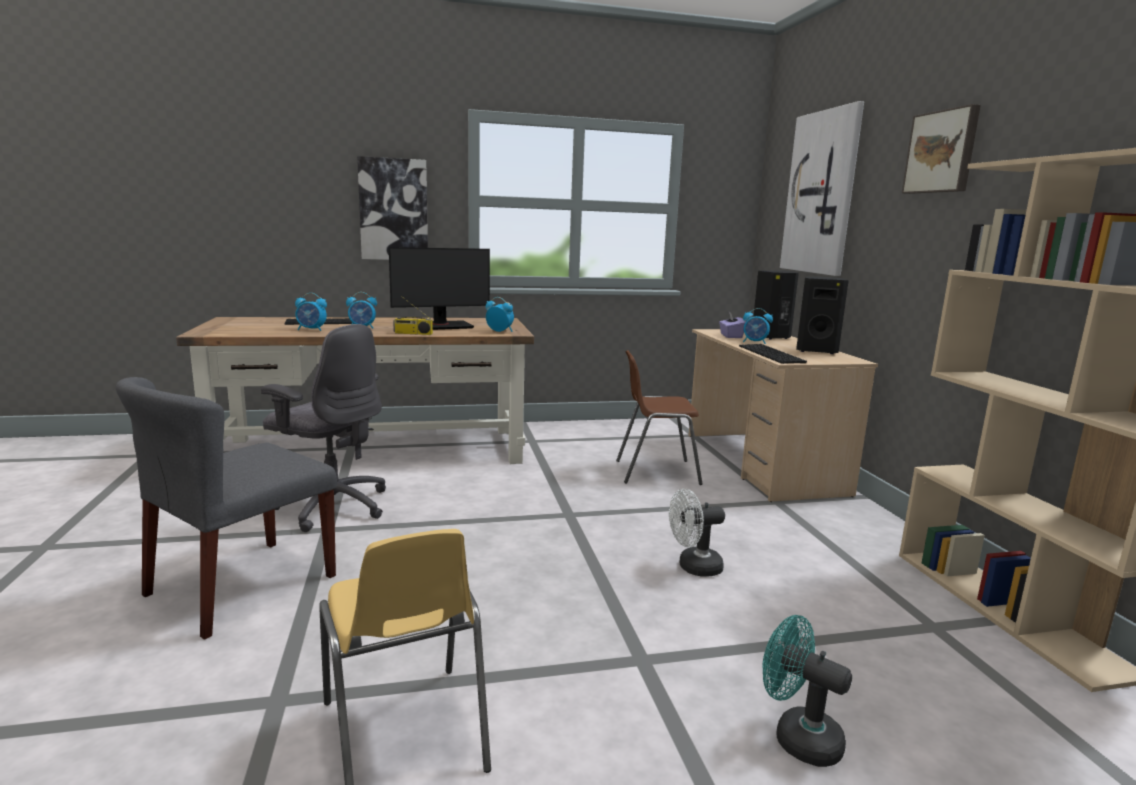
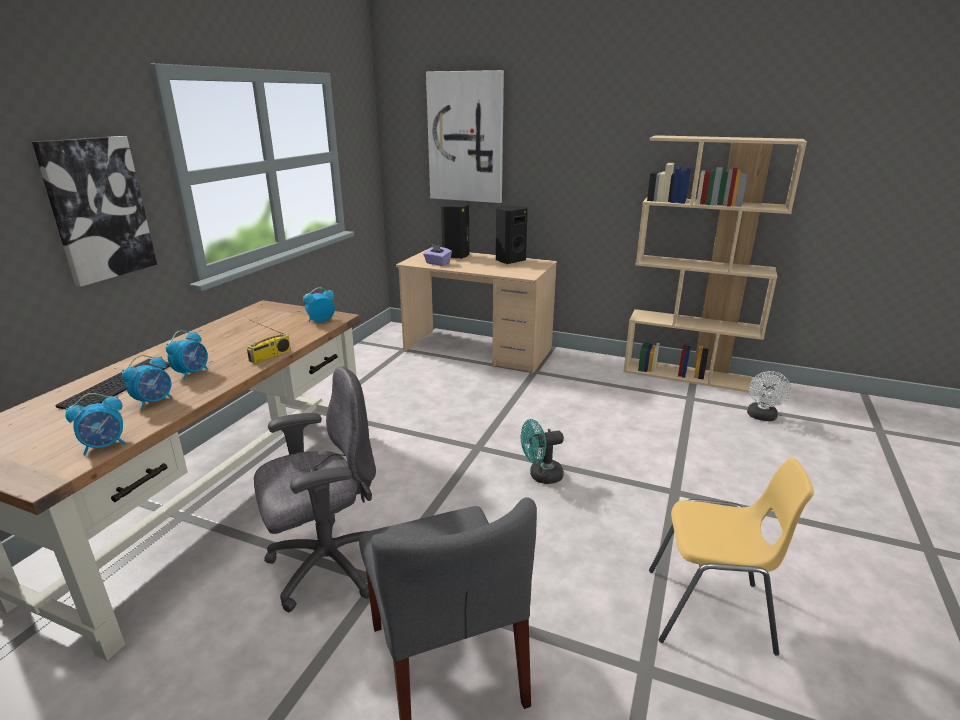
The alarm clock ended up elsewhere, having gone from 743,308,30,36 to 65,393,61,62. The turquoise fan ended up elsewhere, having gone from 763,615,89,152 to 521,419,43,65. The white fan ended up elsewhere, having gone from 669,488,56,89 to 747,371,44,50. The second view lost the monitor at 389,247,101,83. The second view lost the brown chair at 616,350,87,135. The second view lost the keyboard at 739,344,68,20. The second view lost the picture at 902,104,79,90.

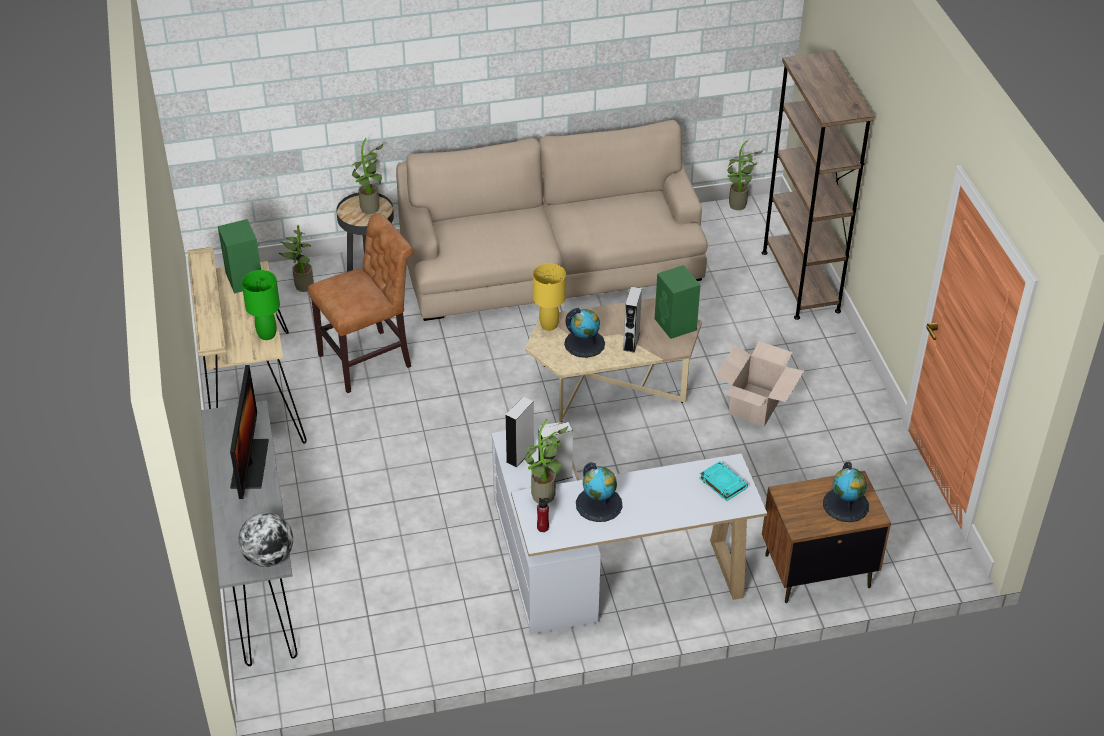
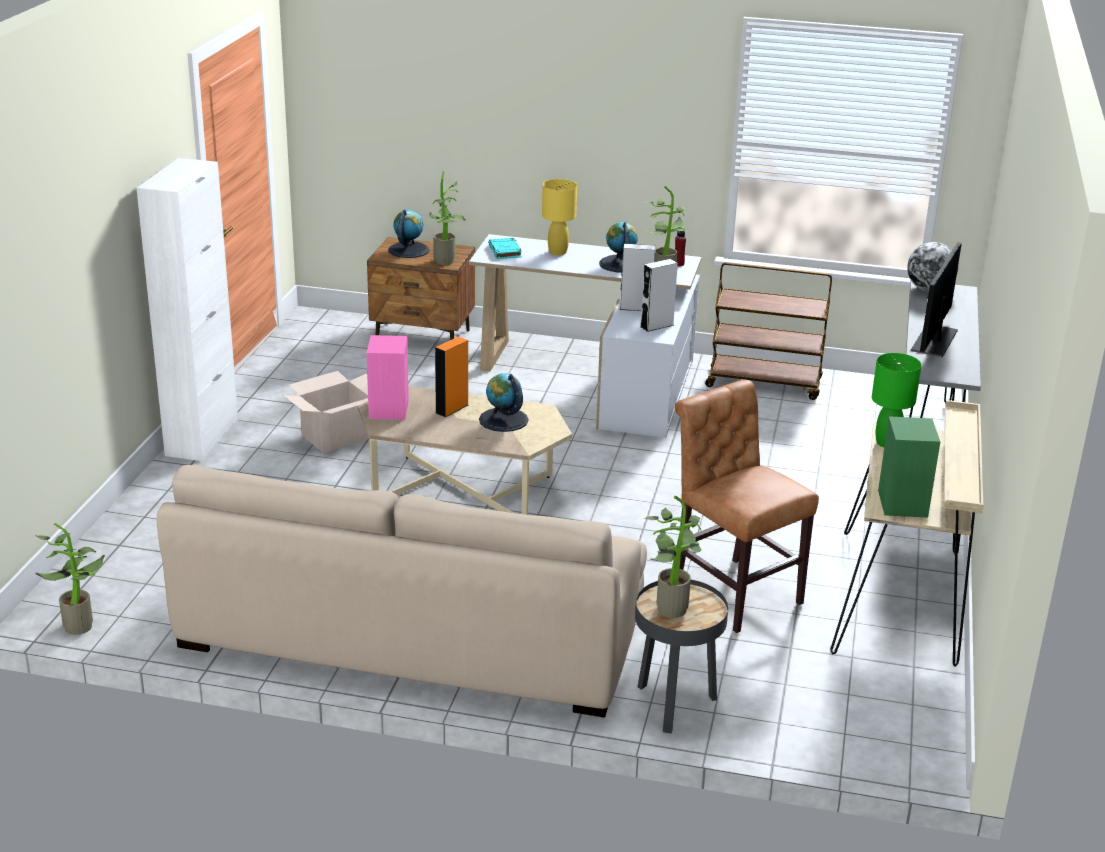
The second view gained the white cabinet at 136,158,102,303. What was the green speaker at 655,265,46,74 turned into the pink speaker at 367,335,42,85. The potted plant ended up elsewhere, having gone from 279,224,35,68 to 429,171,36,94. What was the grey speaker at 623,287,19,65 turned into the orange speaker at 435,337,33,80. The yellow table lamp ended up elsewhere, having gone from 533,263,33,68 to 542,179,35,77. The brown chair at 308,213,105,180 ended up facing another way, 60 degrees clockwise from before. The second view gained the brown cart at 705,262,127,138. The second view lost the brown bookcase at 762,51,112,269.

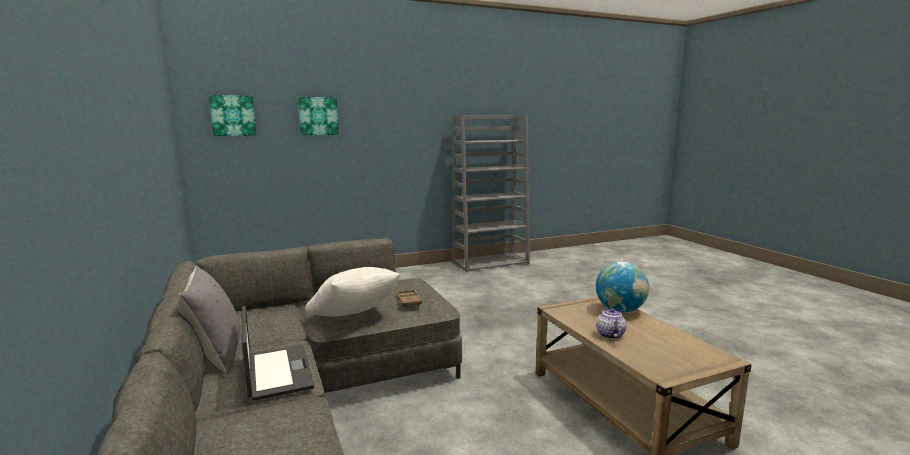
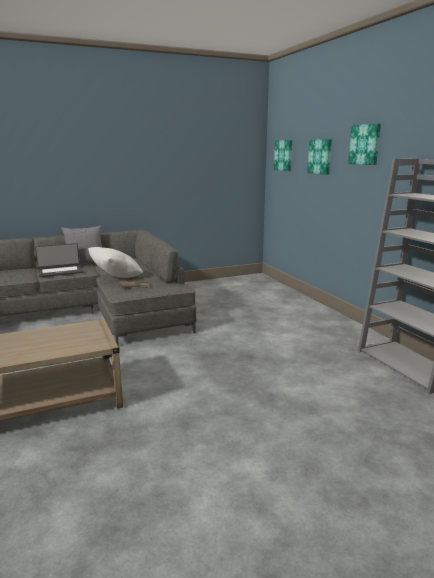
The second view gained the picture at 348,124,33,41. The second view lost the globe at 596,262,53,51. The second view lost the teapot at 596,307,30,32.

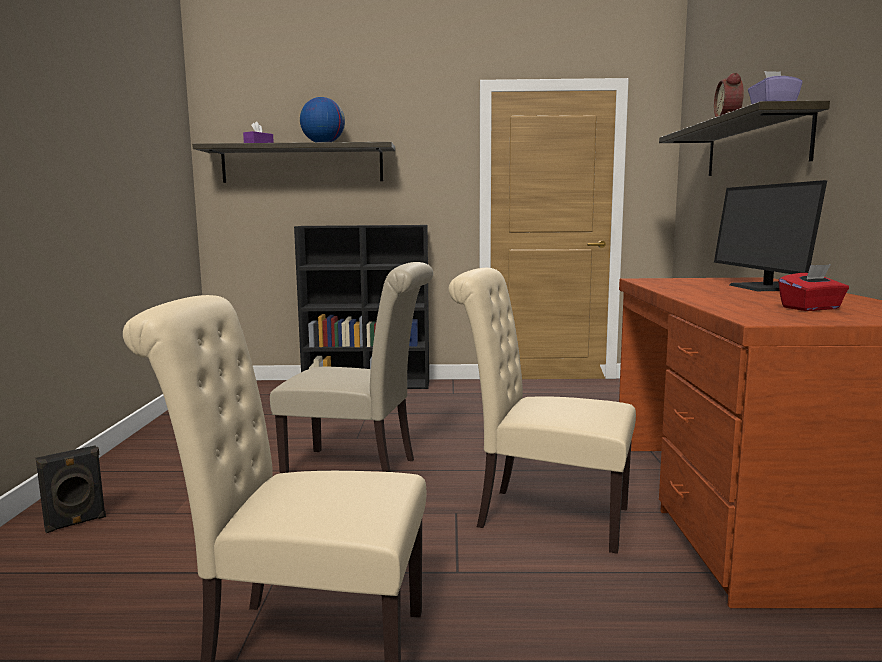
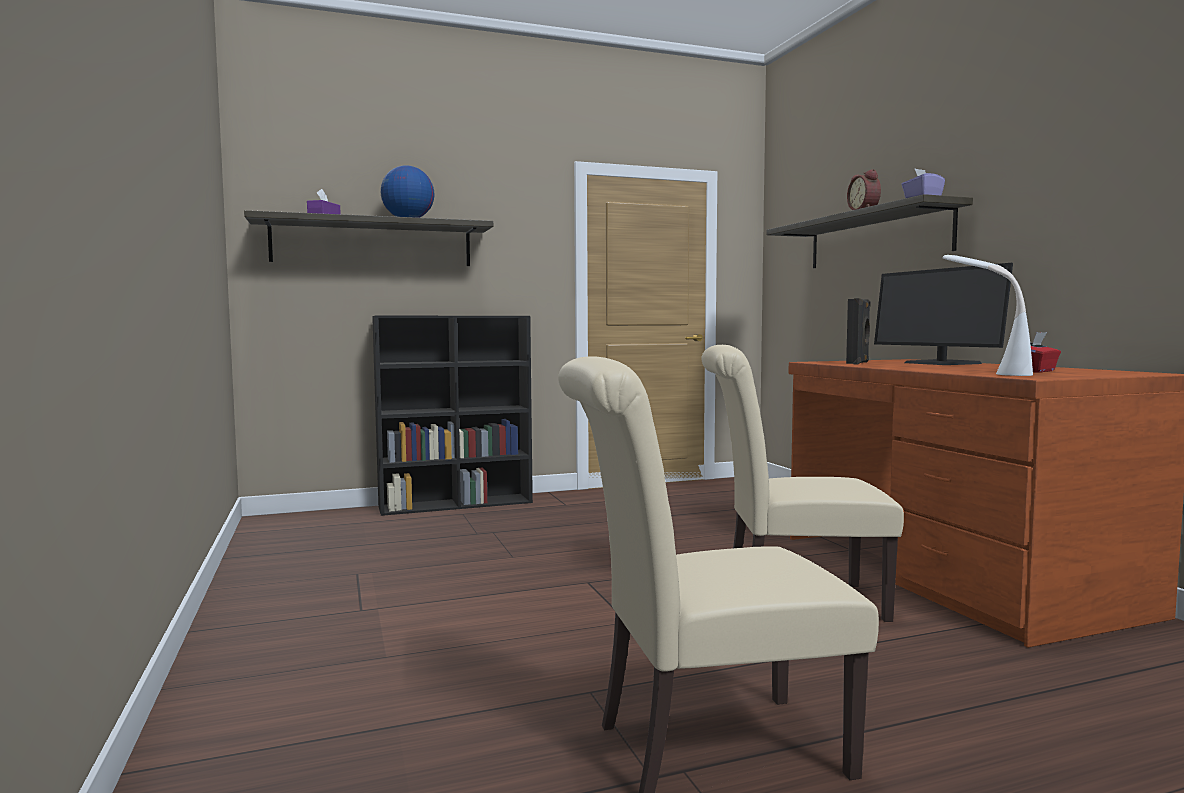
The black speaker ended up elsewhere, having gone from 36,446,70,87 to 846,298,25,66. The second view gained the white table lamp at 942,255,91,121. The second view lost the beige chair at 270,262,163,211.

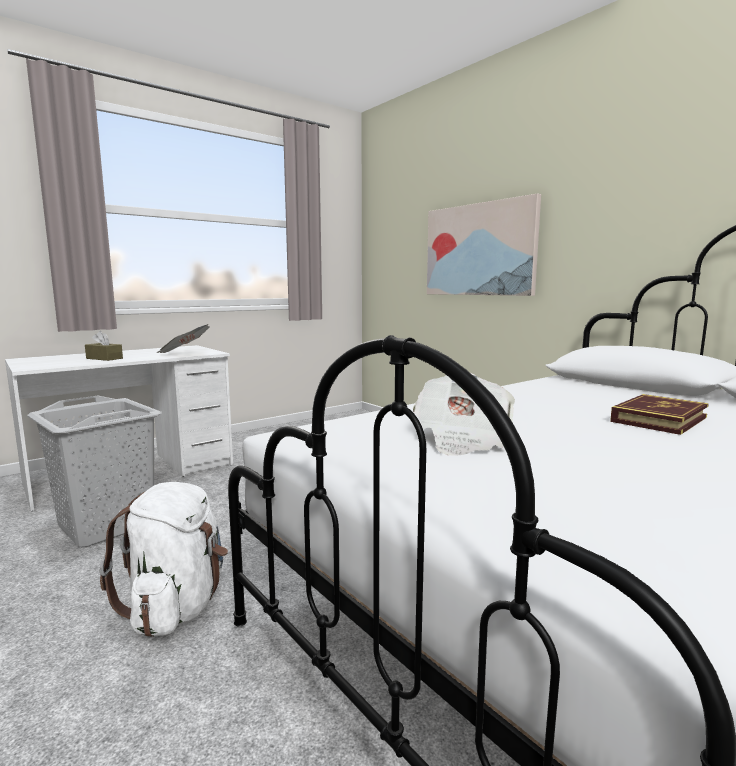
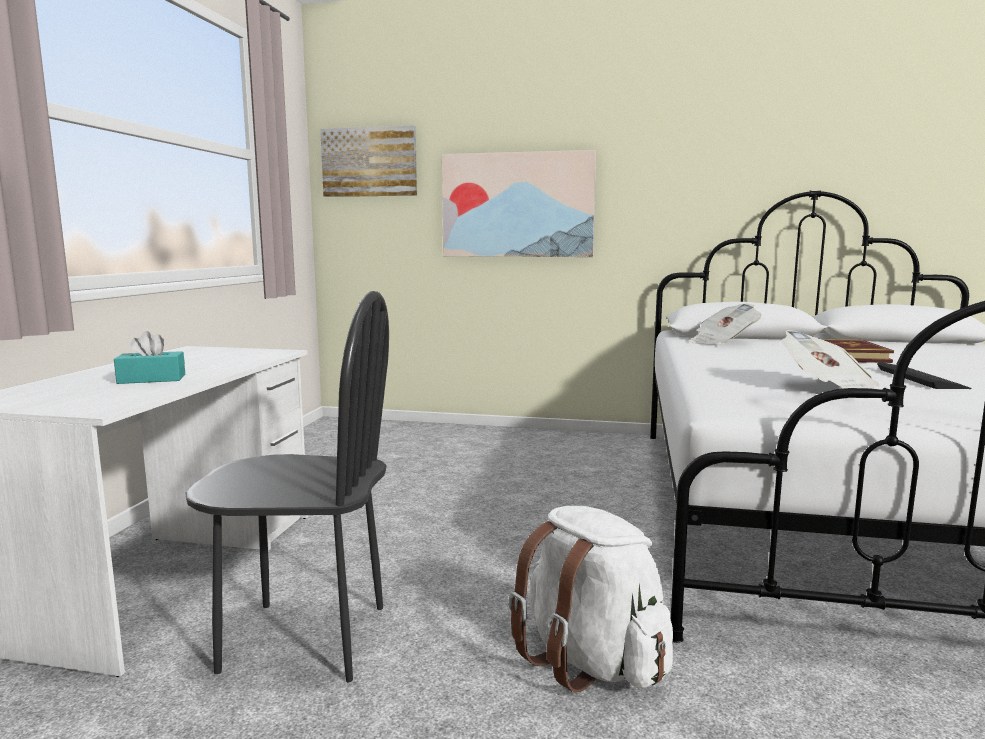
What was the brown tissue box at 85,331,38,30 turned into the turquoise tissue box at 114,331,71,53. Where the grey laundry basket stood at 27,396,135,151, the black chair came to stand at 185,291,204,391. The second view gained the picture at 320,125,97,72. The newspaper ended up elsewhere, having gone from 156,324,54,29 to 690,304,71,40. The second view gained the keyboard at 877,362,95,27.

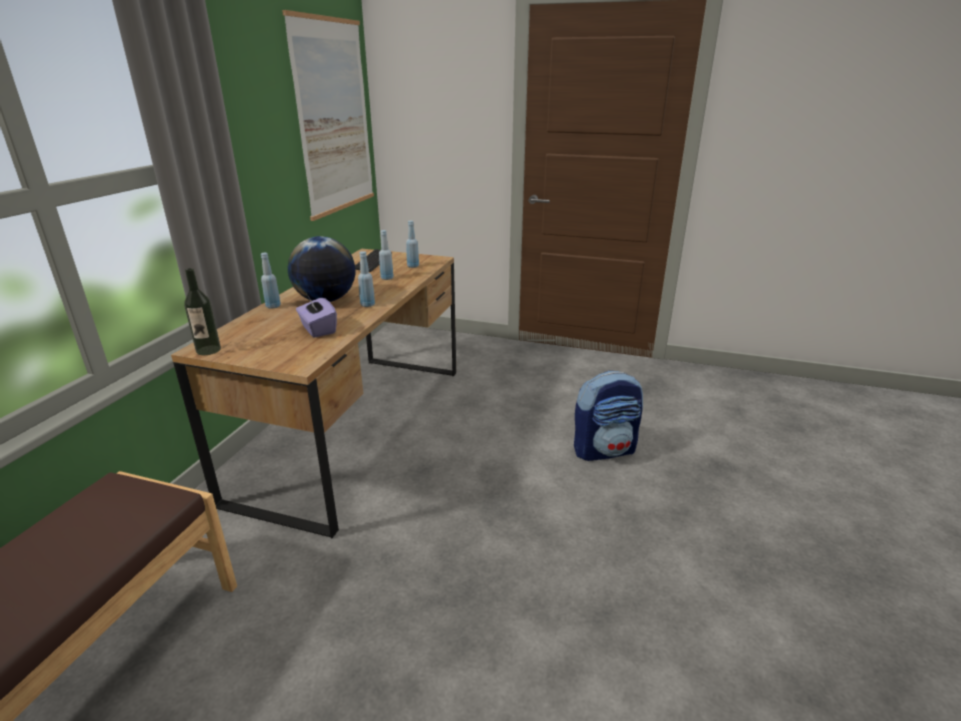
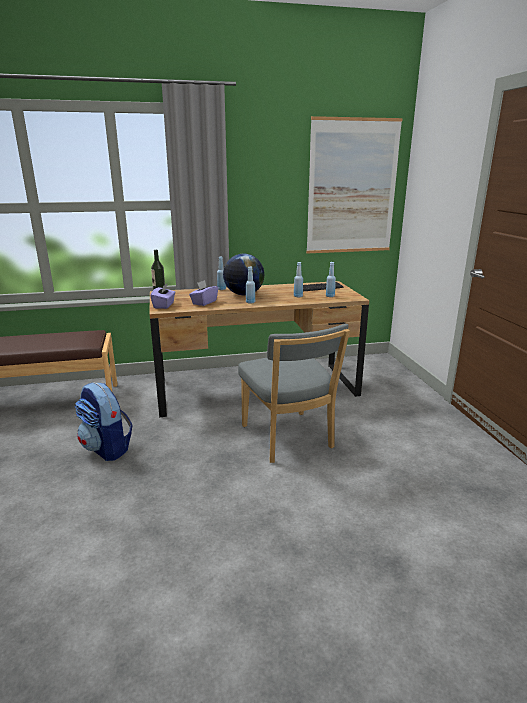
The backpack ended up elsewhere, having gone from 574,371,69,90 to 75,382,58,79. The second view gained the purple tissue box at 150,283,25,26. The second view gained the grey chair at 238,324,112,139.

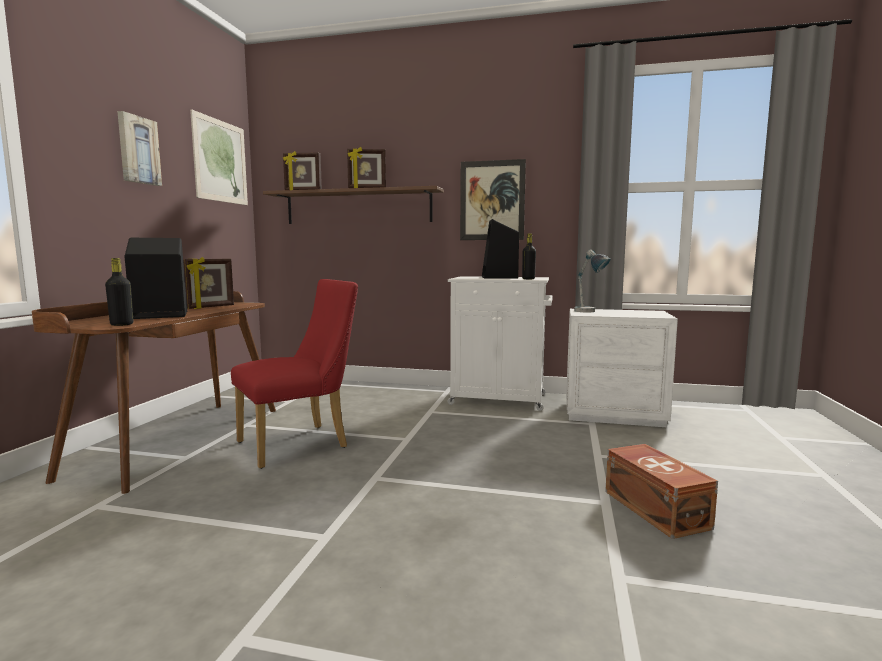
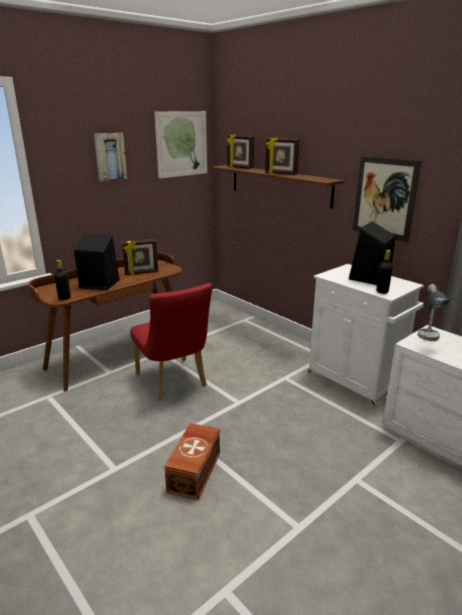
The red chair at 231,279,127,190 ended up facing another way, 60 degrees clockwise from before. The brown storage box ended up elsewhere, having gone from 605,444,113,95 to 164,423,56,77.

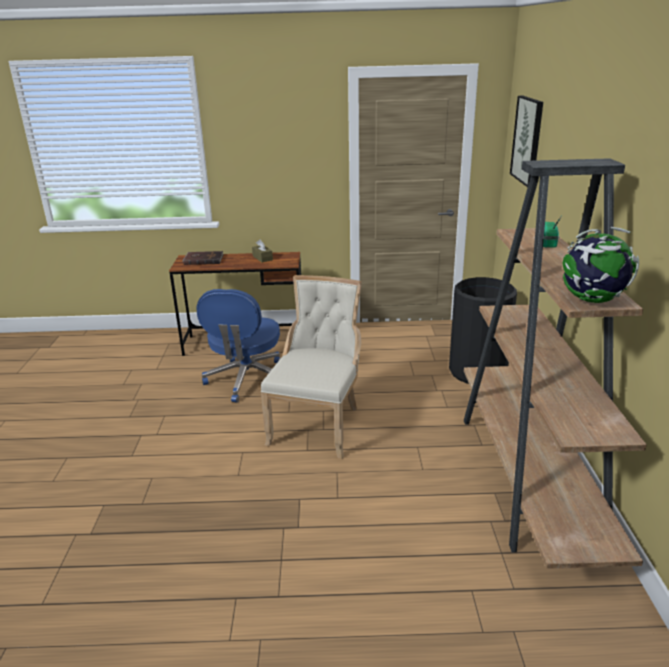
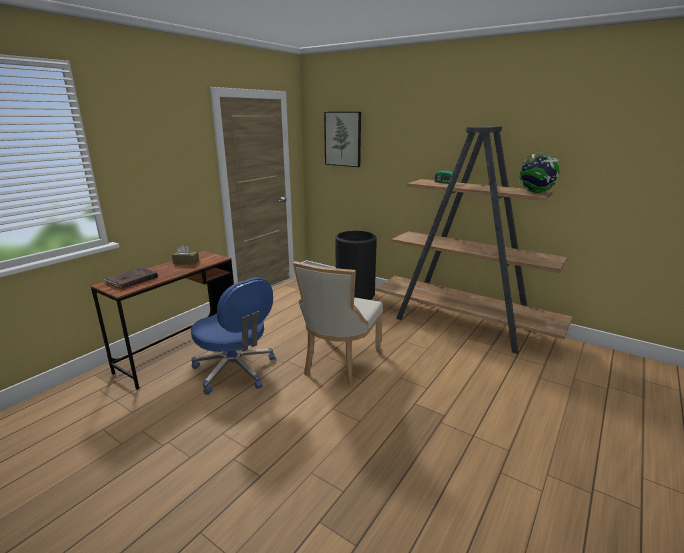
The beige chair at 261,275,101,184 ended up facing another way, 120 degrees counterclockwise from before.

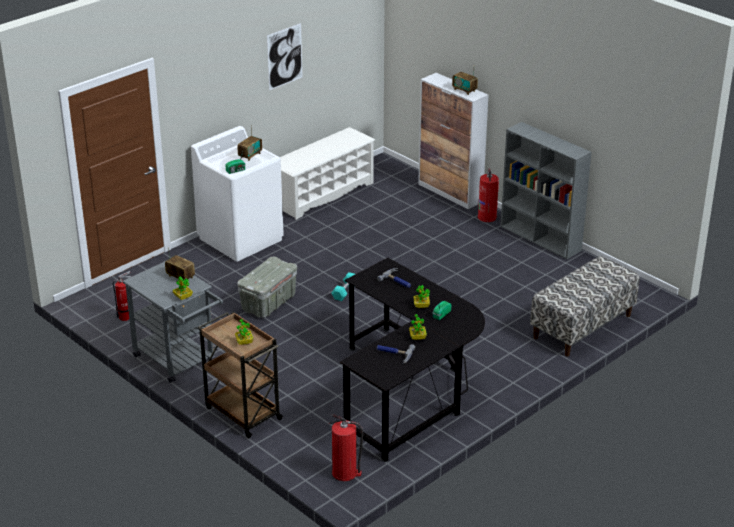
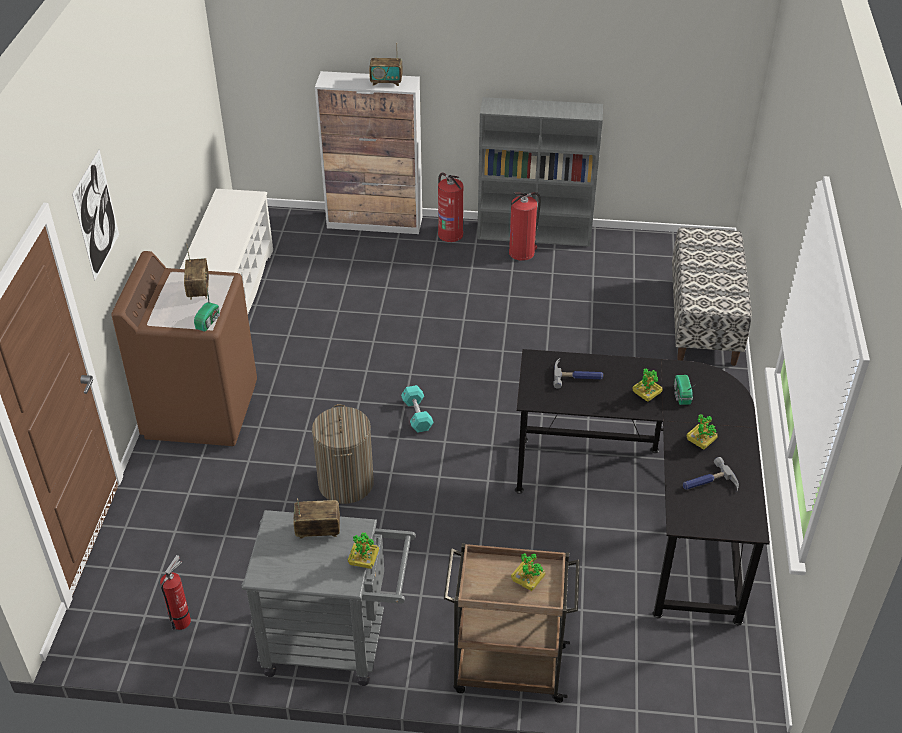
The picture ended up elsewhere, having gone from 267,23,36,67 to 72,149,47,132. What was the white washing machine at 191,126,93,136 turned into the brown washing machine at 111,251,146,195. Where the grey storage box stood at 237,257,60,61, the laundry basket came to stand at 312,404,62,100. The fire extinguisher ended up elsewhere, having gone from 329,414,34,67 to 509,192,32,69.

